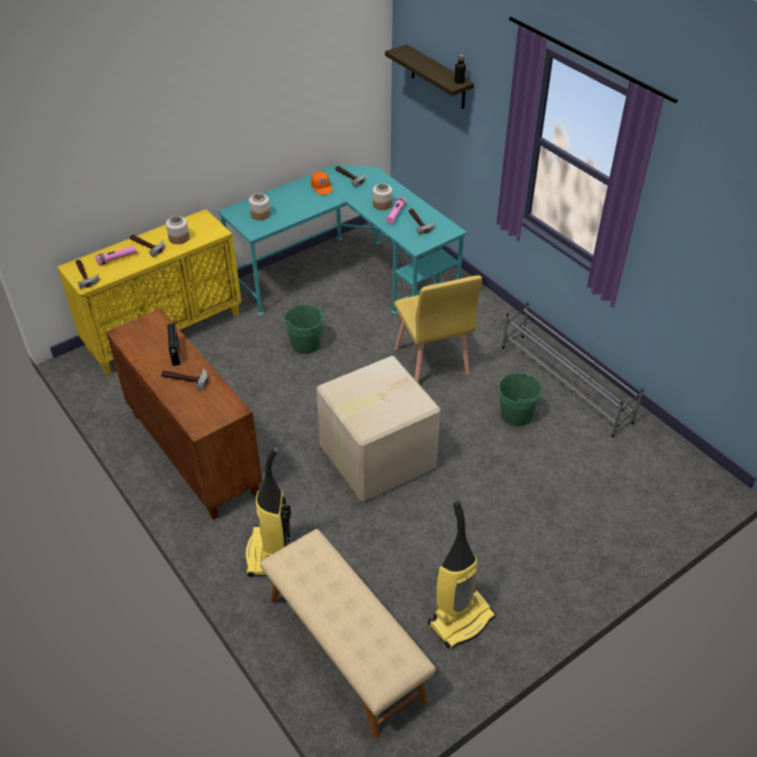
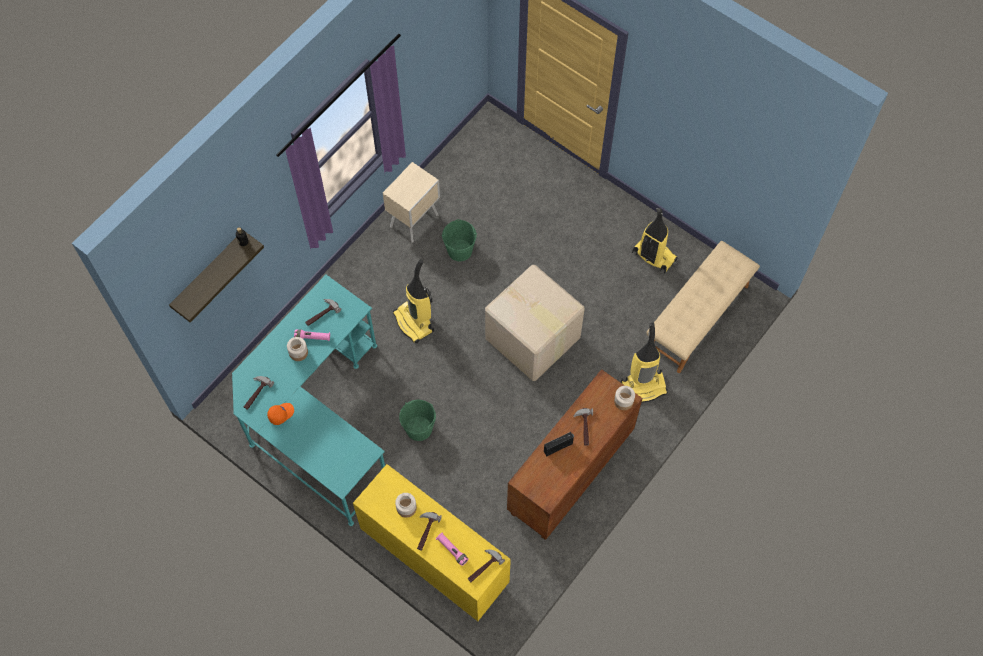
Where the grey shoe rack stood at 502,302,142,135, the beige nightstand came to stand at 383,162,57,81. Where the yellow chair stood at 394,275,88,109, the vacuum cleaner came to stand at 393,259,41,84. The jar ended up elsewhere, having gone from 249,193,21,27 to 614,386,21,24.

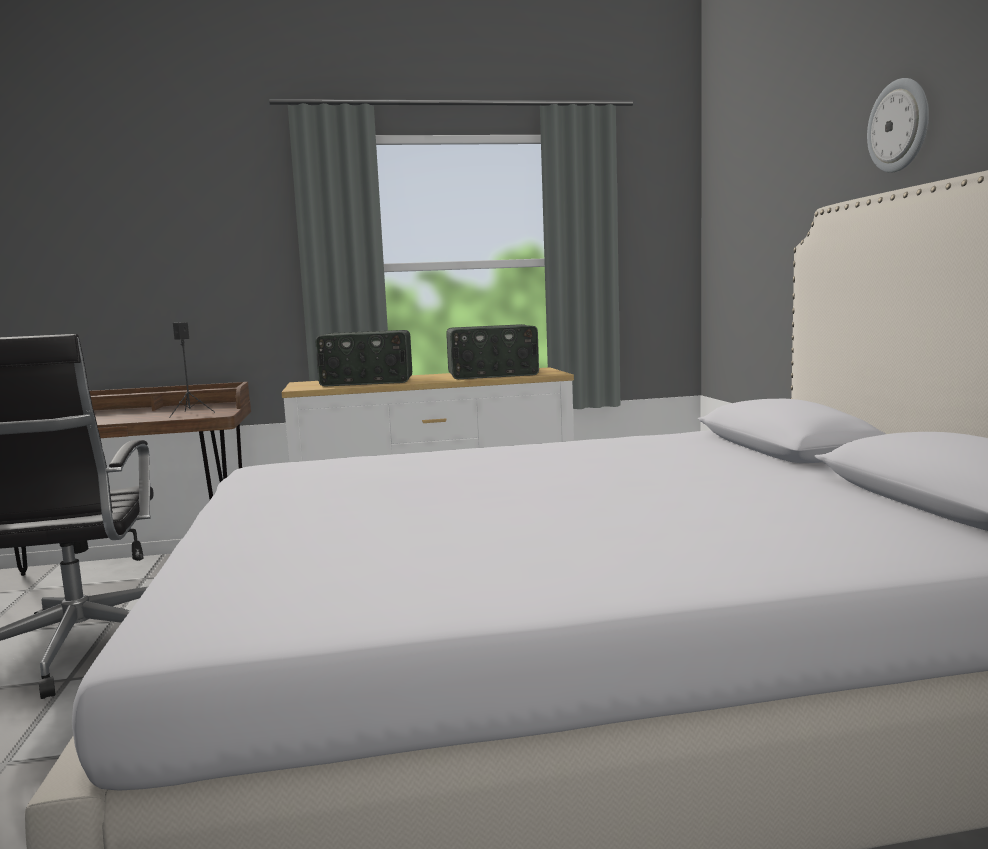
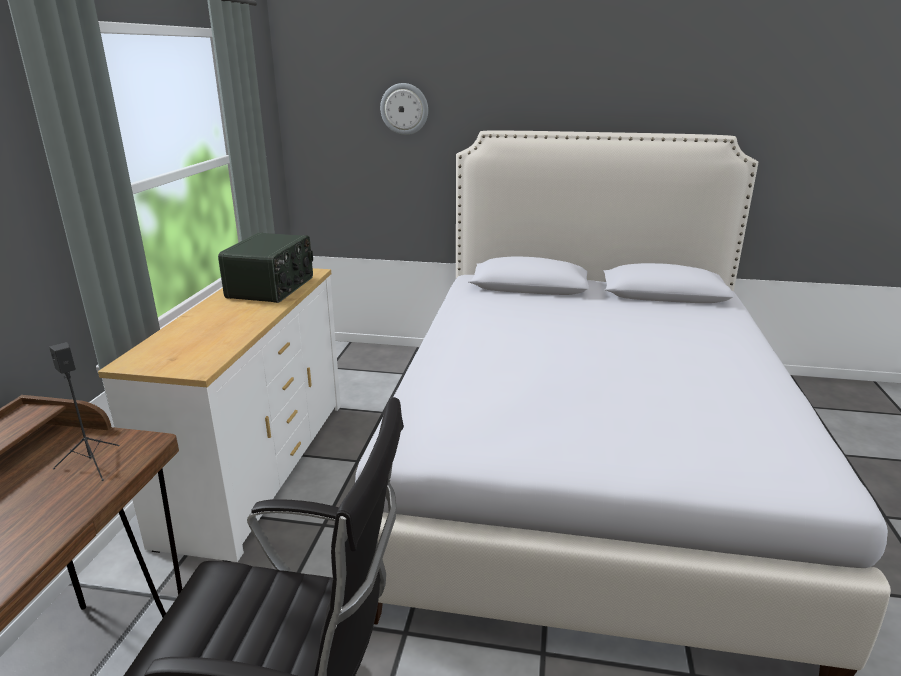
The wall clock ended up elsewhere, having gone from 867,78,62,95 to 380,83,48,52. The second view lost the radio at 316,330,96,56.

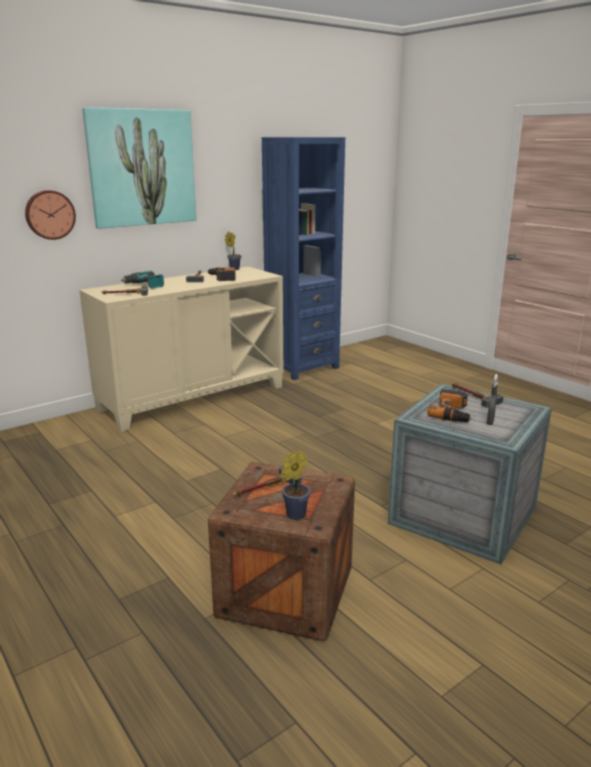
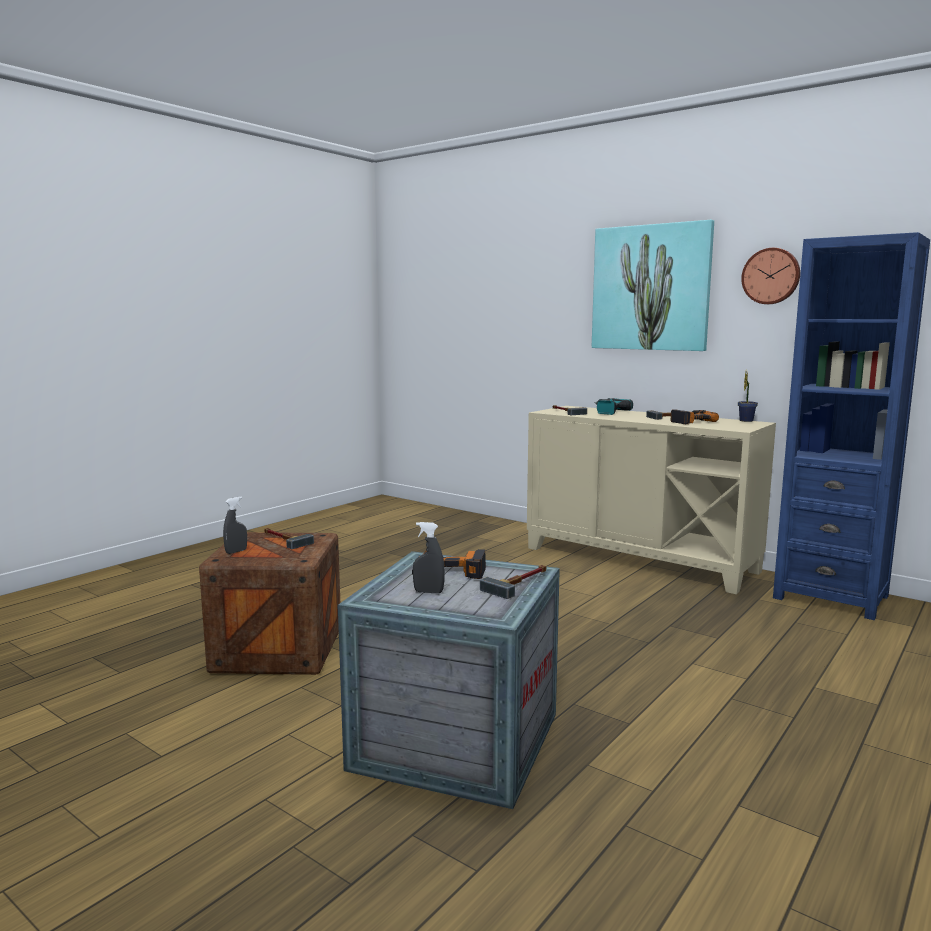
Where the potted plant stood at 281,451,29,69, the grey spray bottle came to stand at 223,497,24,57. The wall clock ended up elsewhere, having gone from 25,190,51,50 to 741,248,59,56.

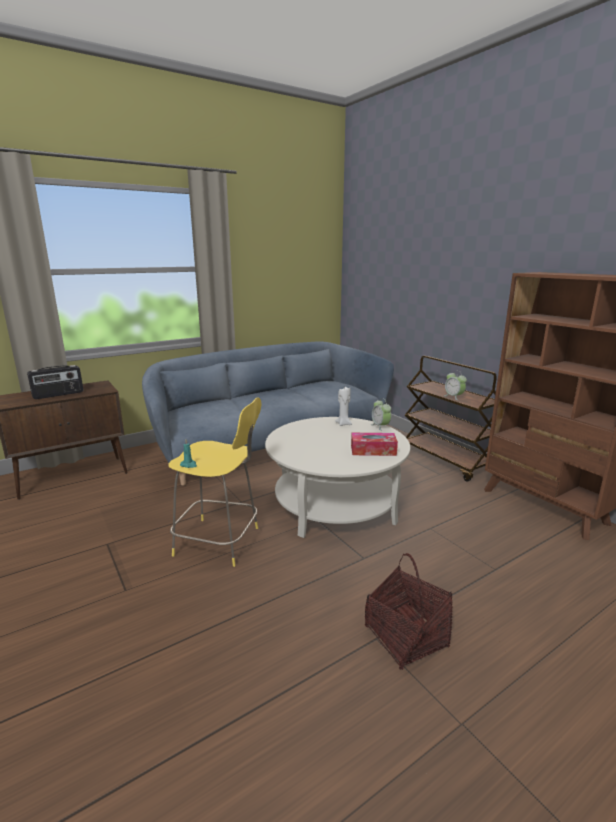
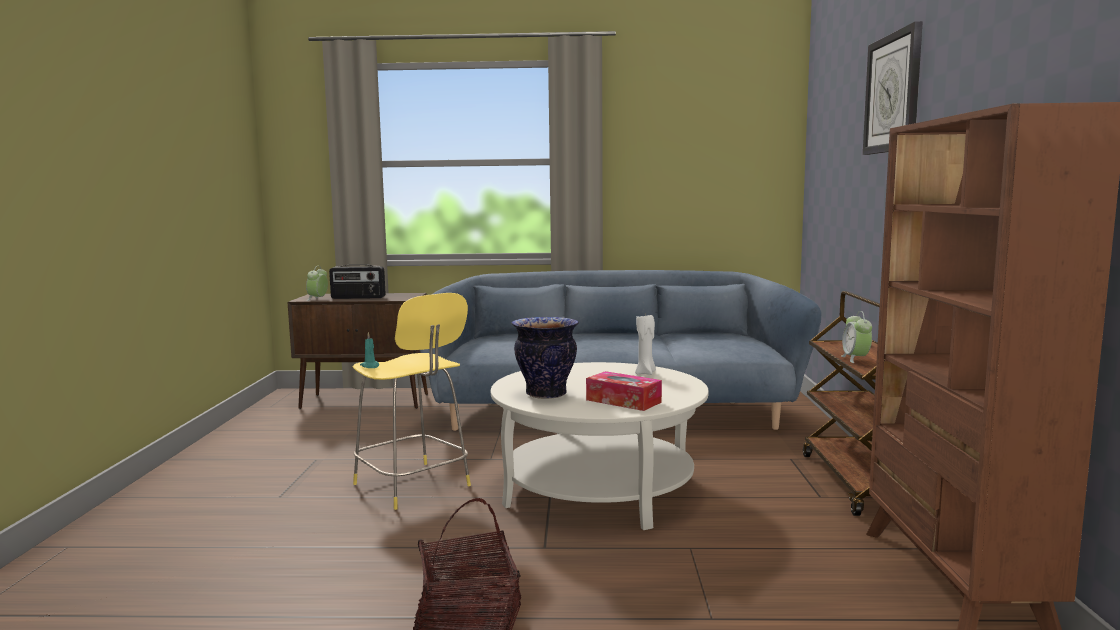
The alarm clock ended up elsewhere, having gone from 371,398,20,33 to 306,266,22,35. The second view gained the vase at 511,317,68,82. The second view gained the wall clock at 863,22,60,133.

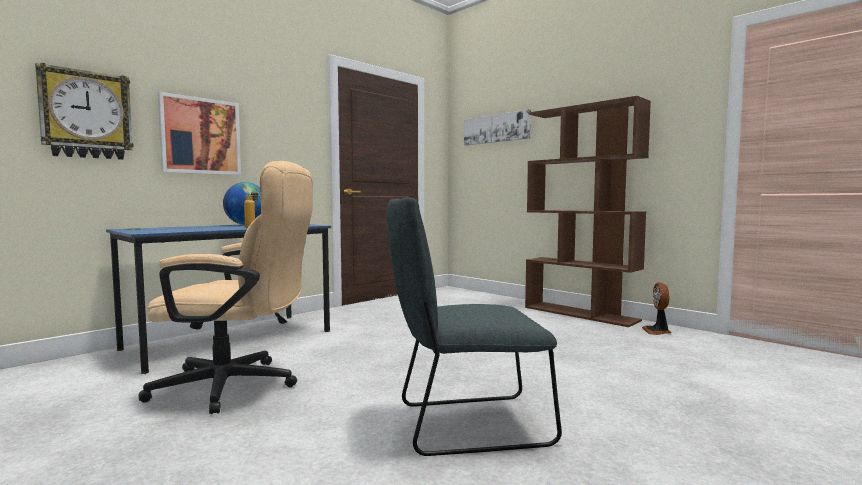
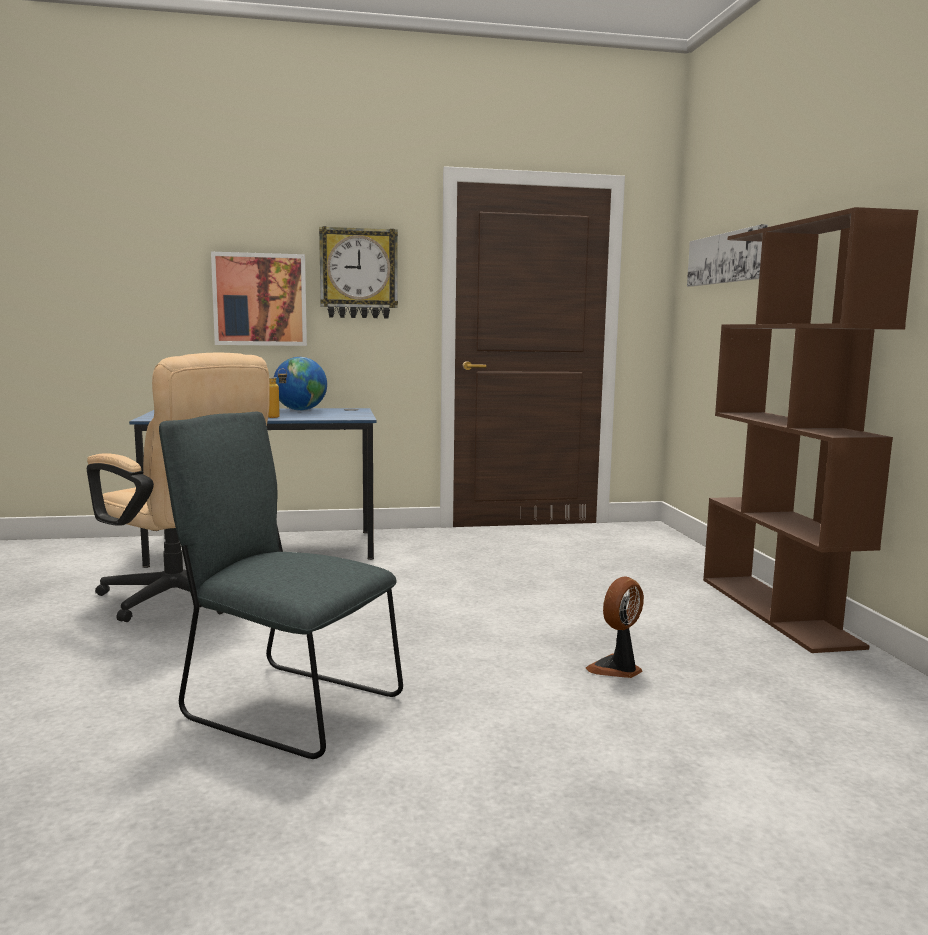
The wall clock ended up elsewhere, having gone from 35,63,99,97 to 319,226,79,92. The fan ended up elsewhere, having gone from 642,282,29,53 to 586,577,58,101.

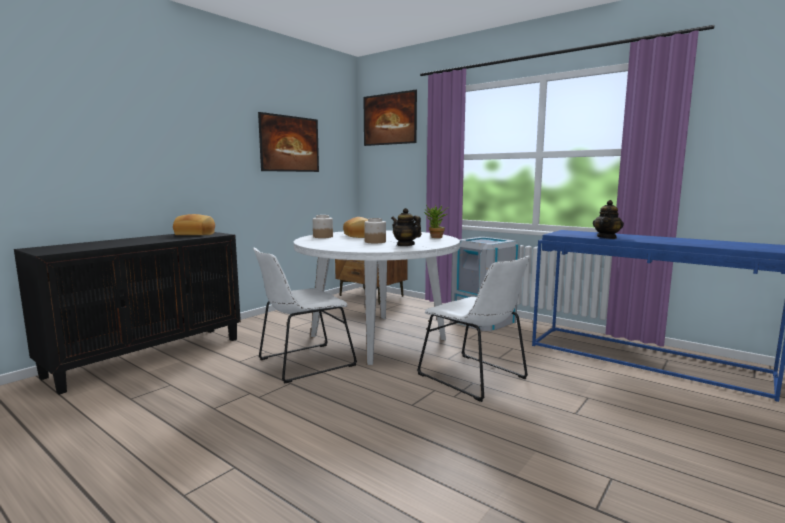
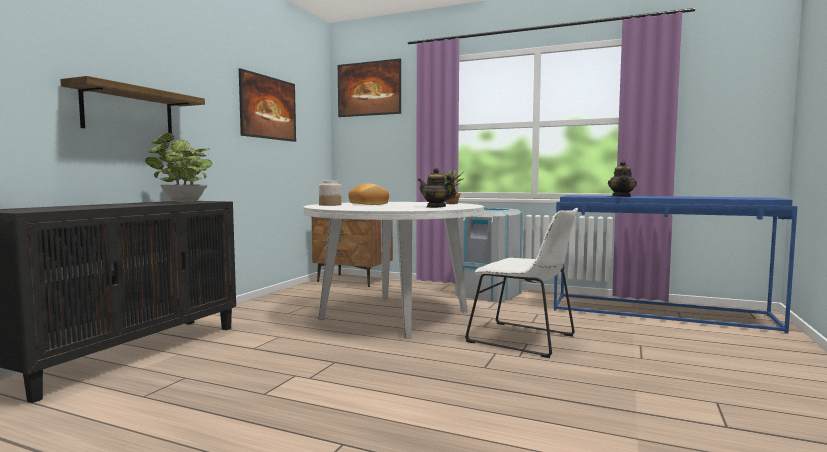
The second view gained the shelf at 60,76,145,57. Where the bread stood at 173,214,42,21, the potted plant came to stand at 145,133,67,69. The second view lost the white chair at 253,247,104,137. The second view lost the jar at 364,218,22,25.

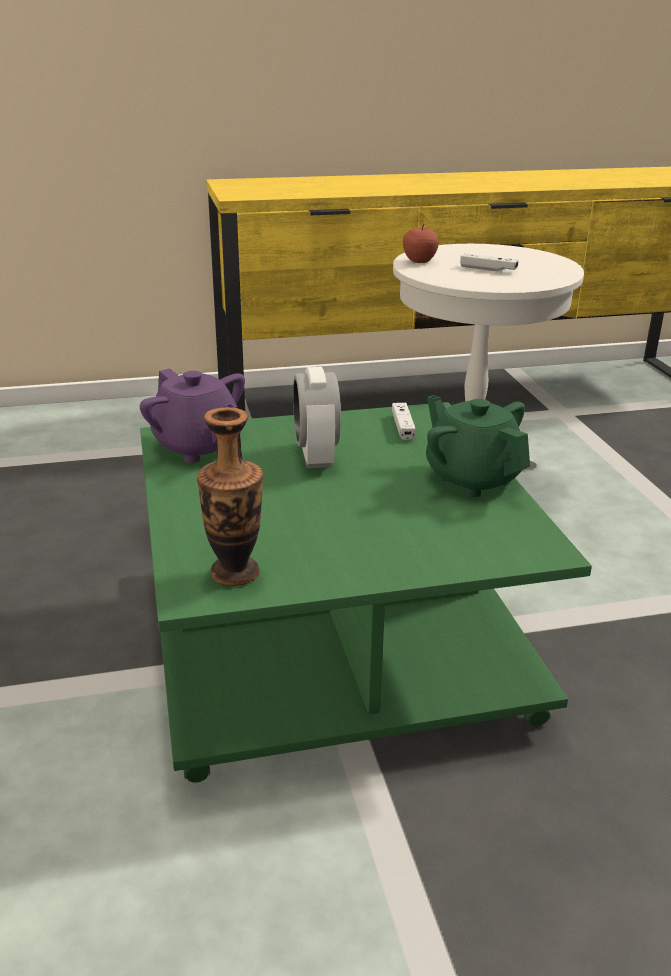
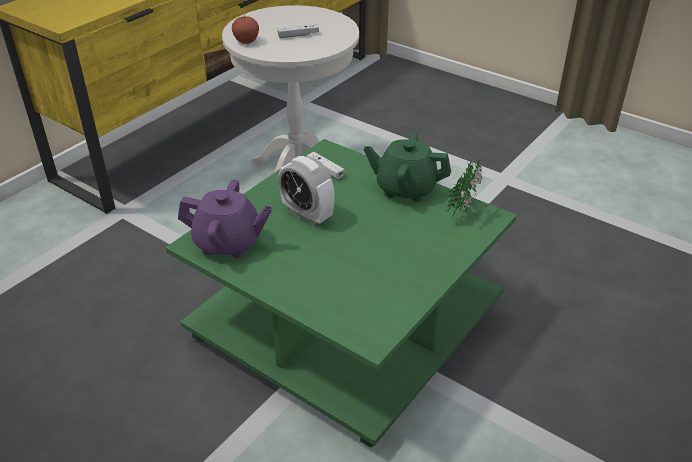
The second view gained the potted plant at 447,158,36,62. The second view lost the vase at 197,407,66,179.

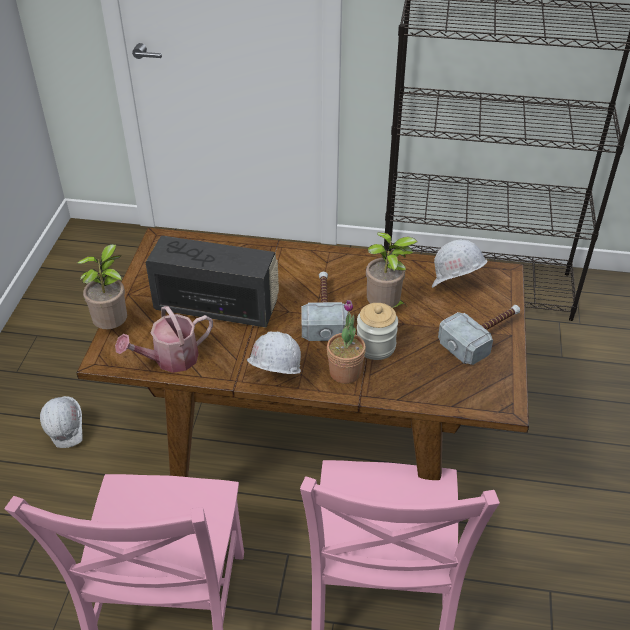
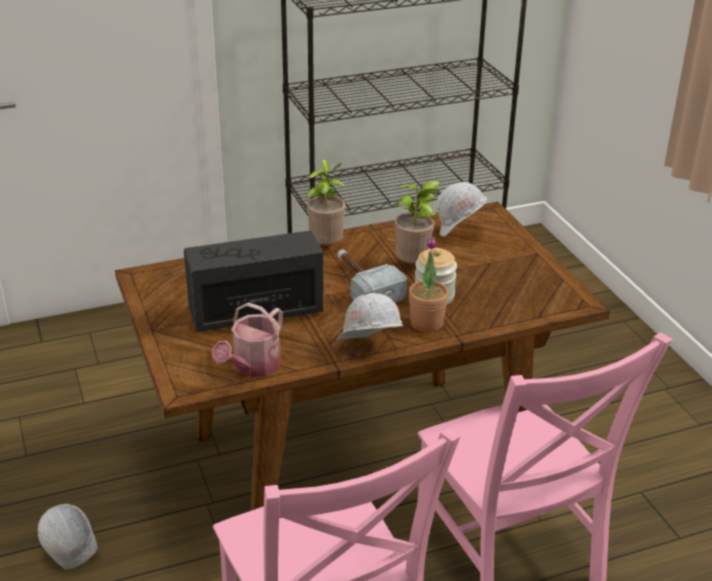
The potted plant ended up elsewhere, having gone from 77,244,50,85 to 306,159,41,85. The second view lost the hammer at 438,305,82,60.

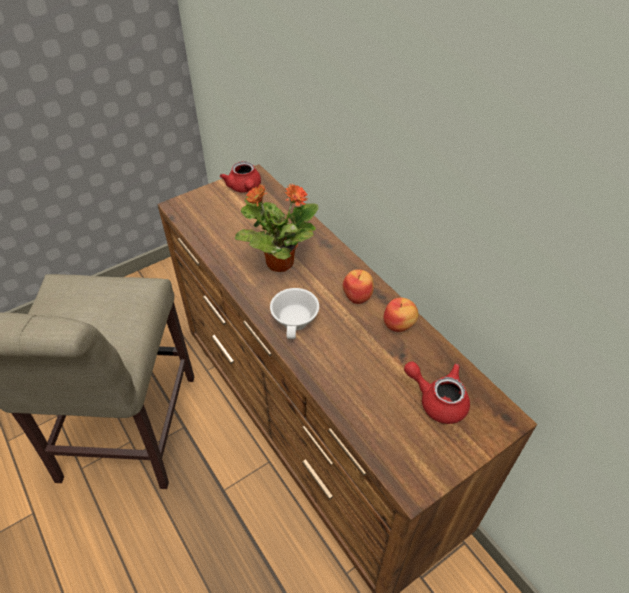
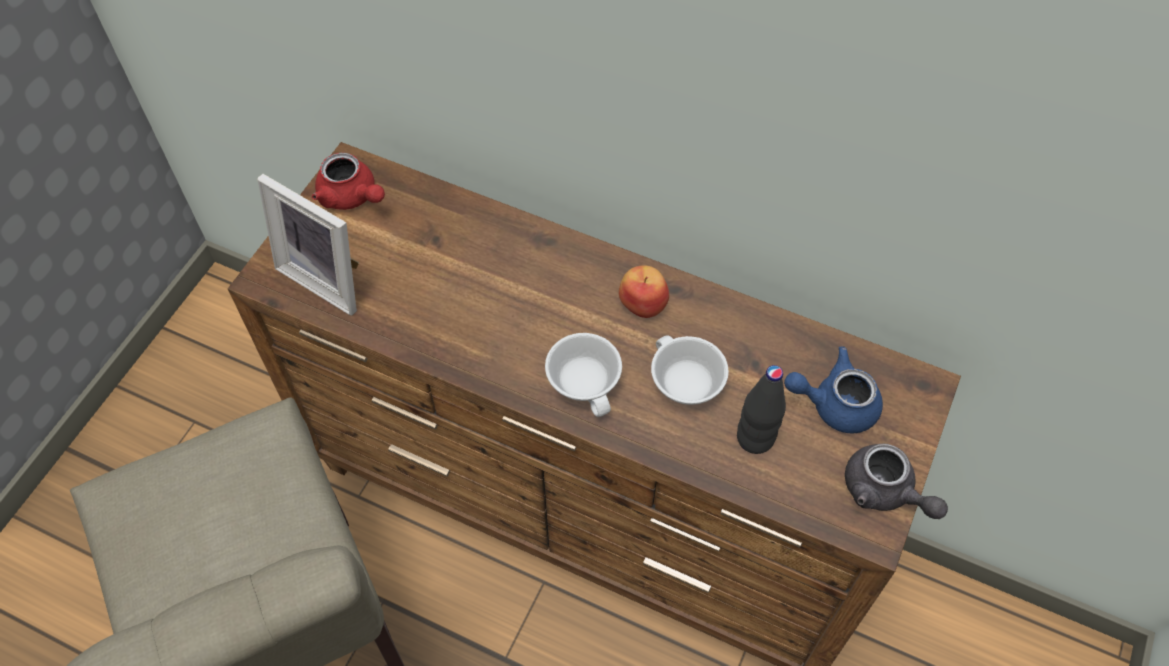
The second view gained the picture frame at 257,174,102,142. The second view gained the white cup at 651,335,78,70. The second view gained the black bottle at 737,365,49,89. What was the red teapot at 404,362,66,62 turned into the blue teapot at 784,346,99,87. The second view gained the grey teapot at 845,444,103,75. The second view lost the potted plant at 235,184,84,88. The second view lost the apple at 383,298,35,34.

